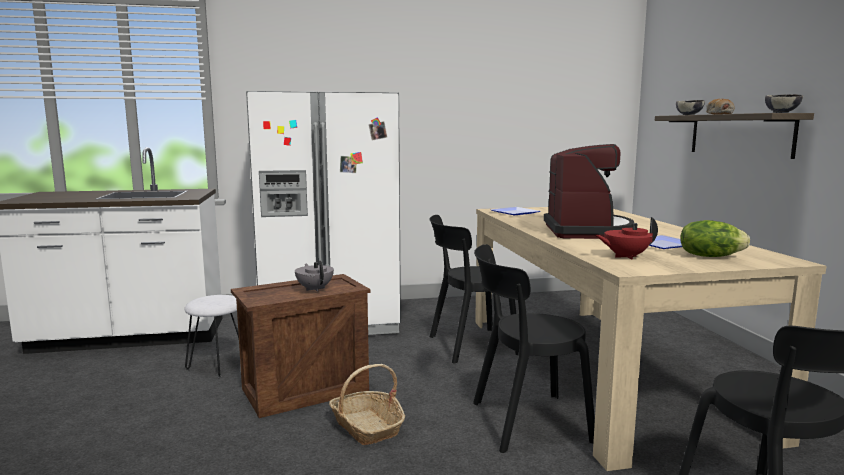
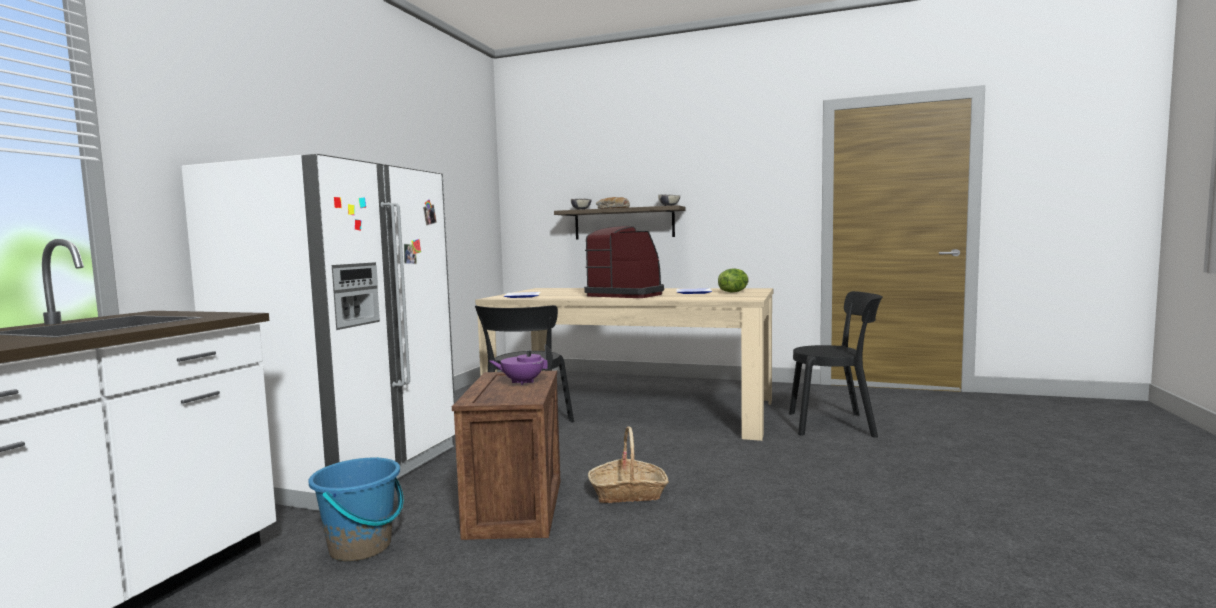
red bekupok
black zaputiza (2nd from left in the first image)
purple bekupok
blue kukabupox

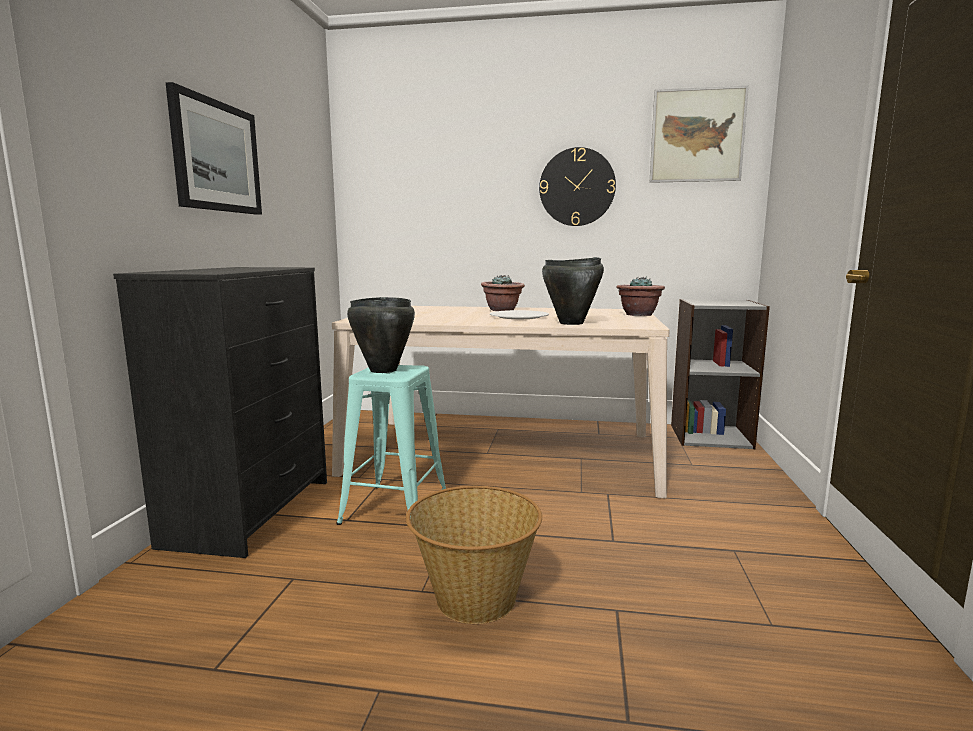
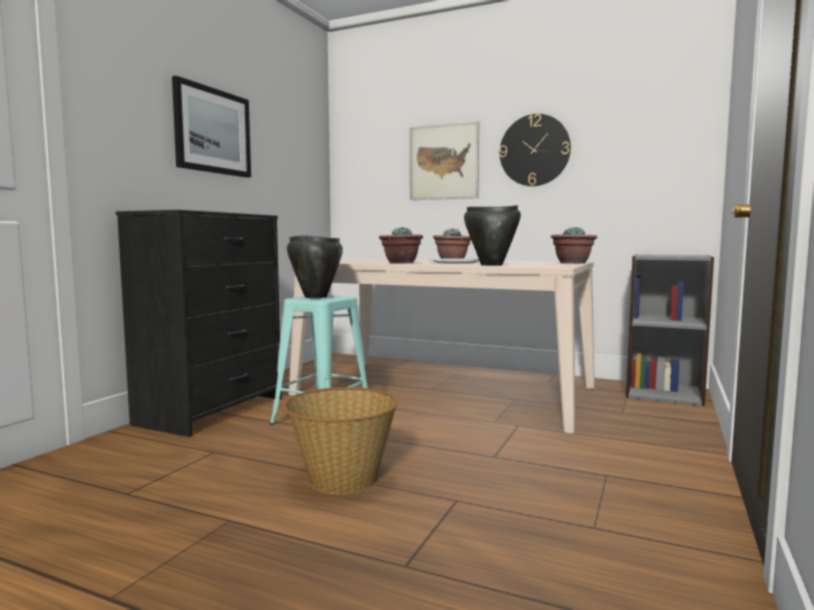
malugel (2nd from left)
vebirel (1st from left)

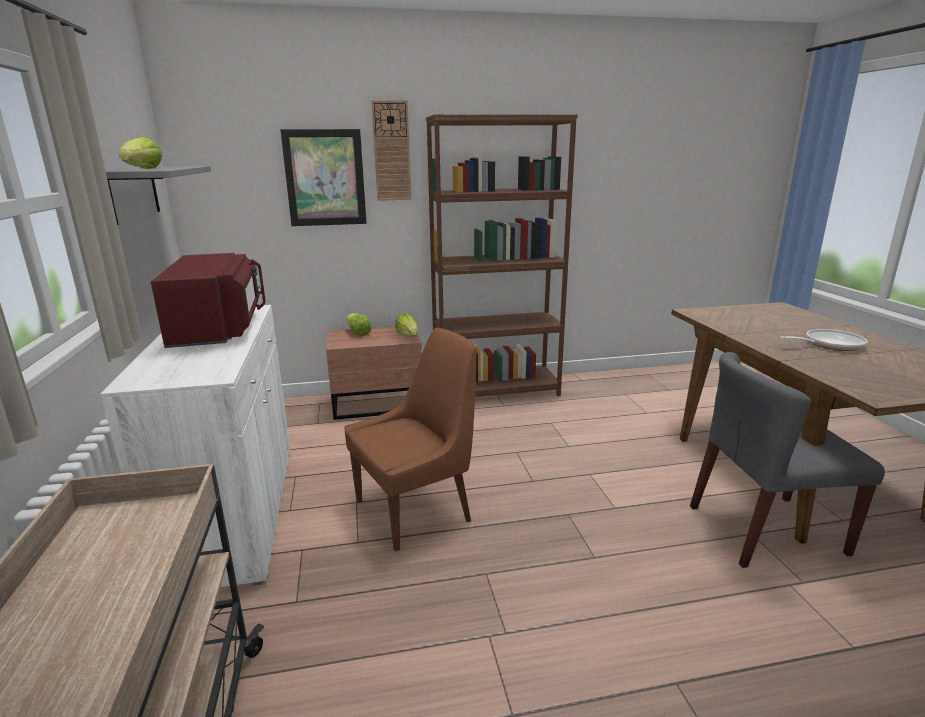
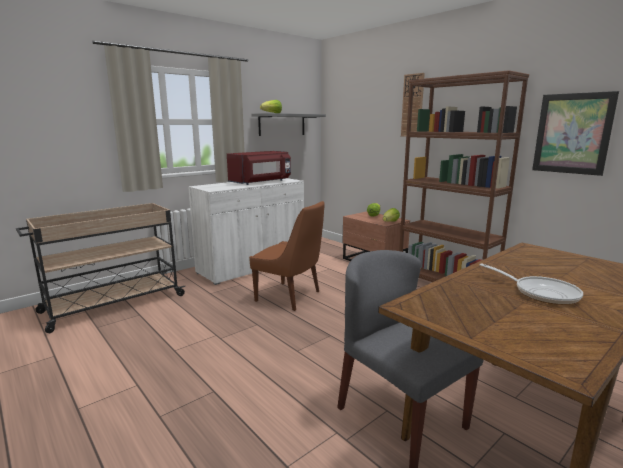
malugel

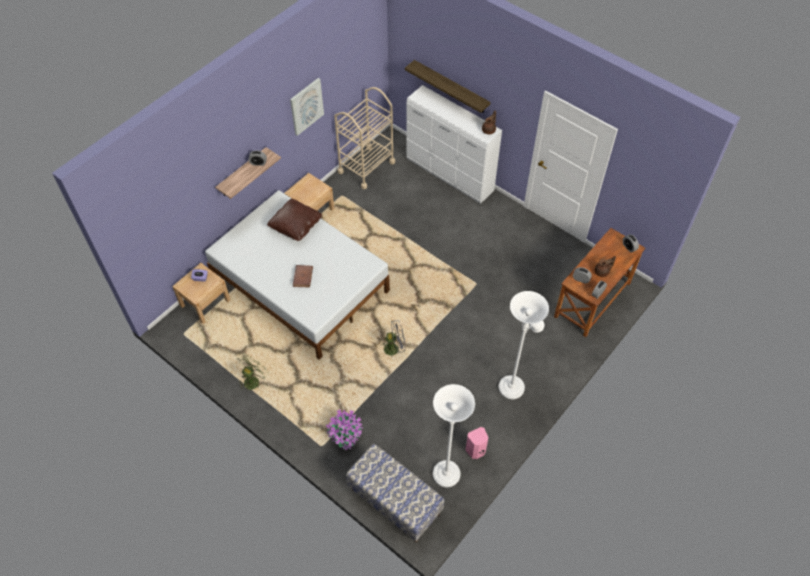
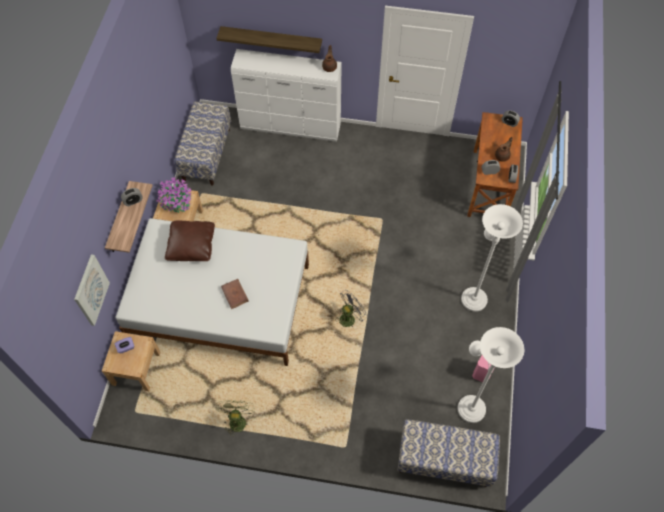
malugel
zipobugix (1st from left)
vebirel

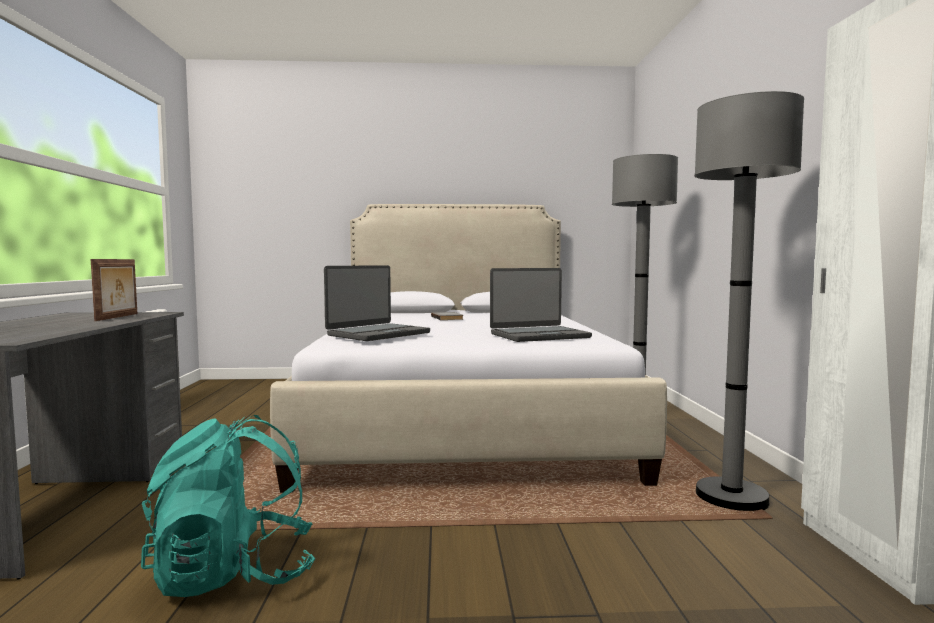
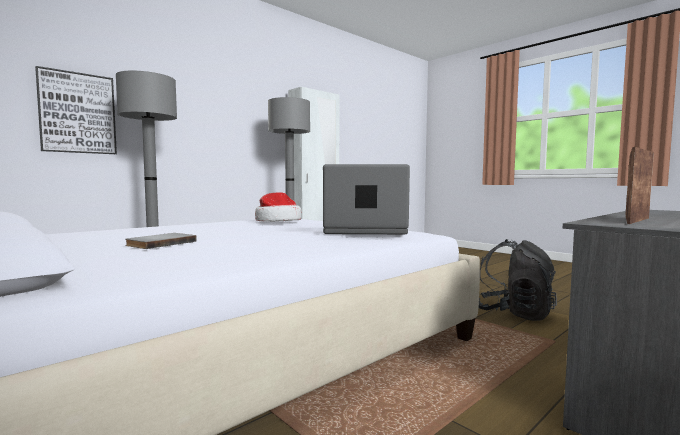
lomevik
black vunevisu
malugel

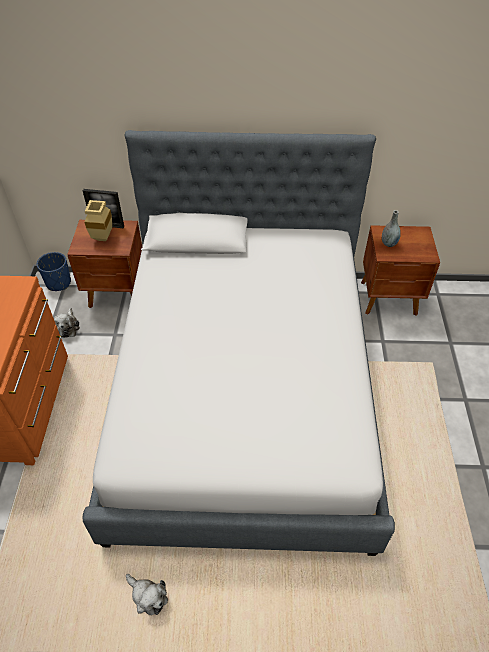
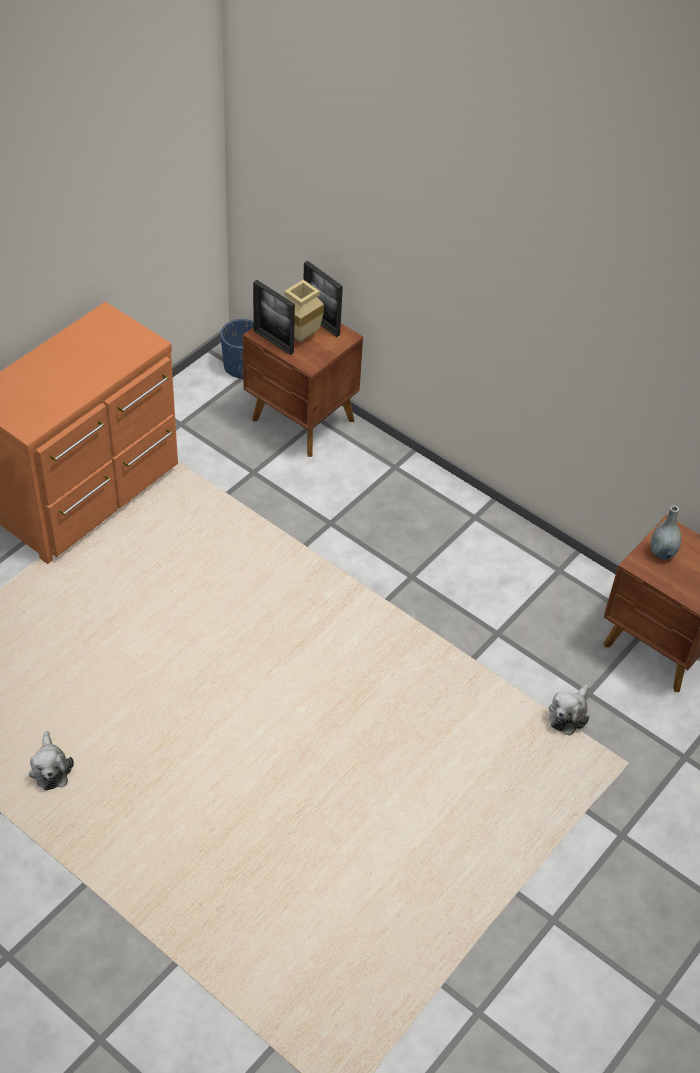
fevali
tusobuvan (2nd from left)
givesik (1st from left)

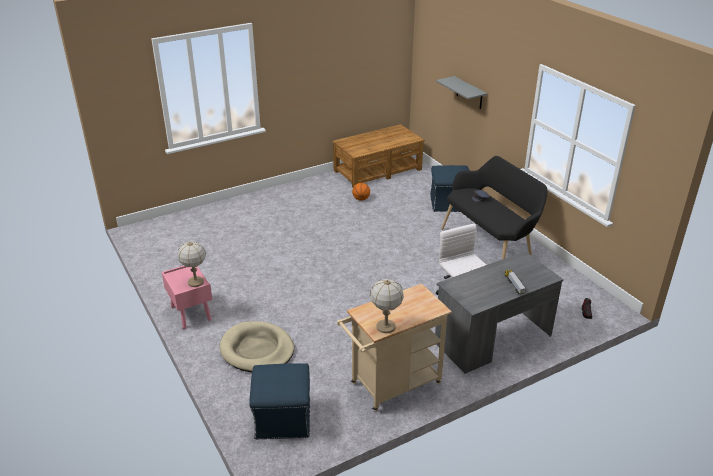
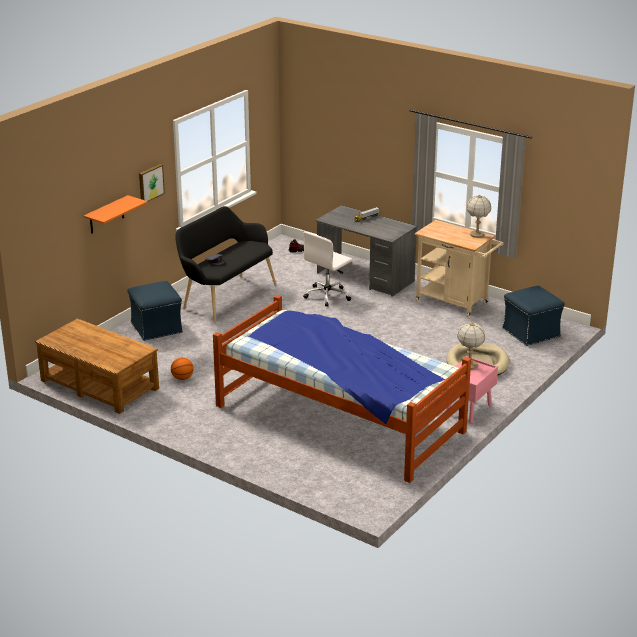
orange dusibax
malugel
fevali

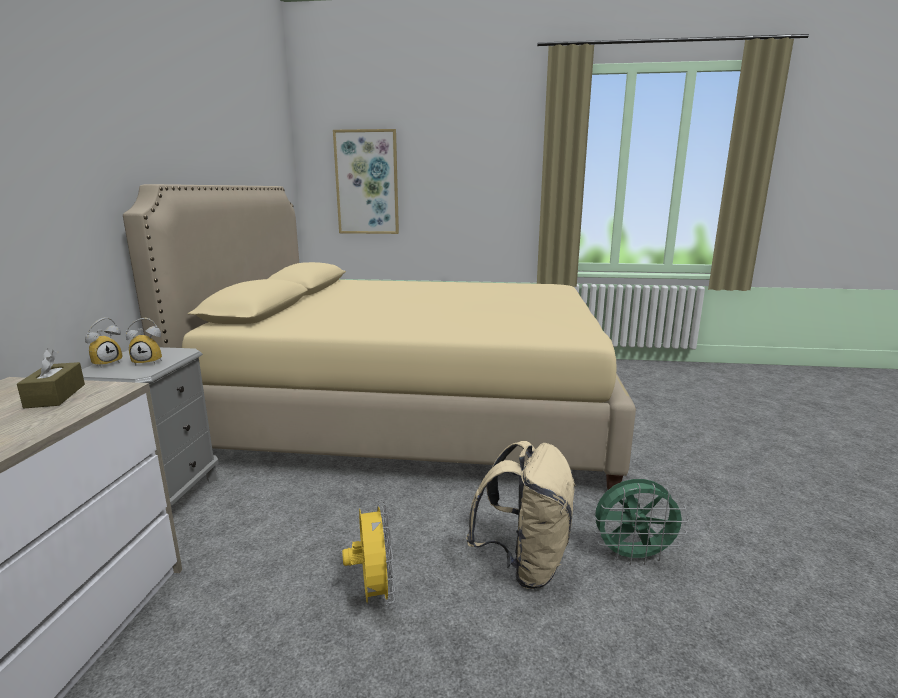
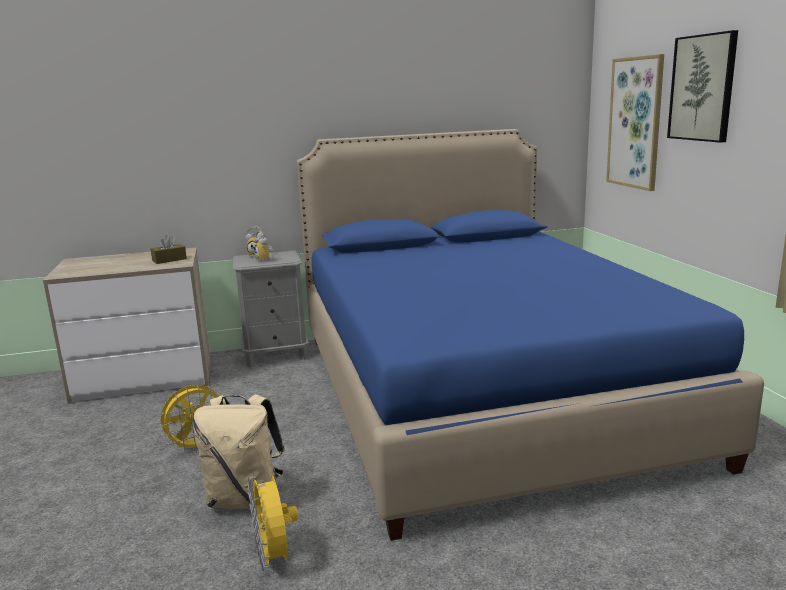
blue fevali
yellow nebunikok (2nd from left)
malugel (2nd from left)

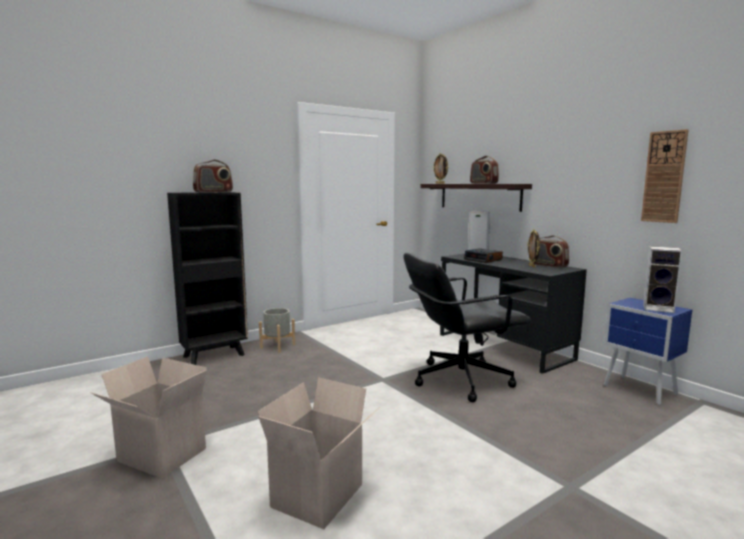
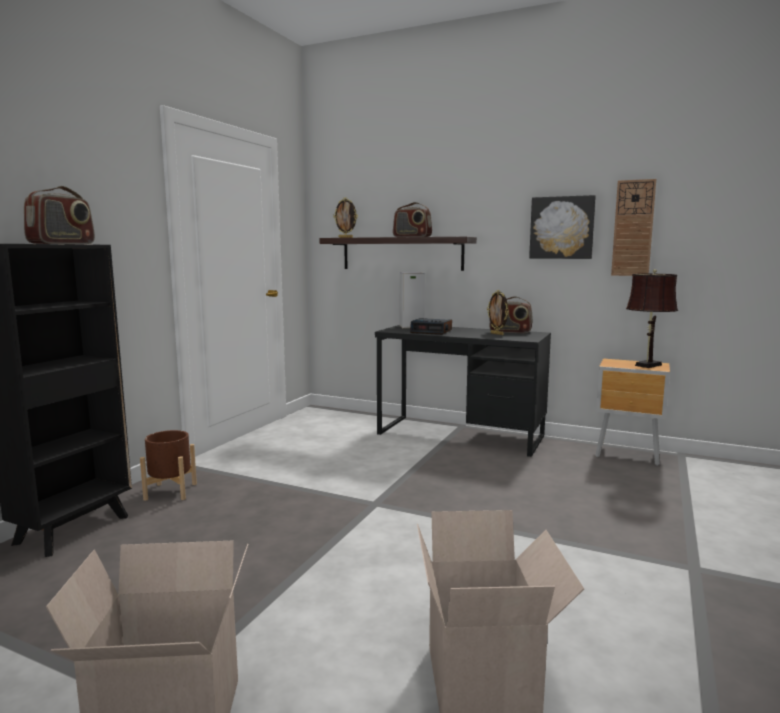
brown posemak
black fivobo
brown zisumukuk
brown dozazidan
malugel

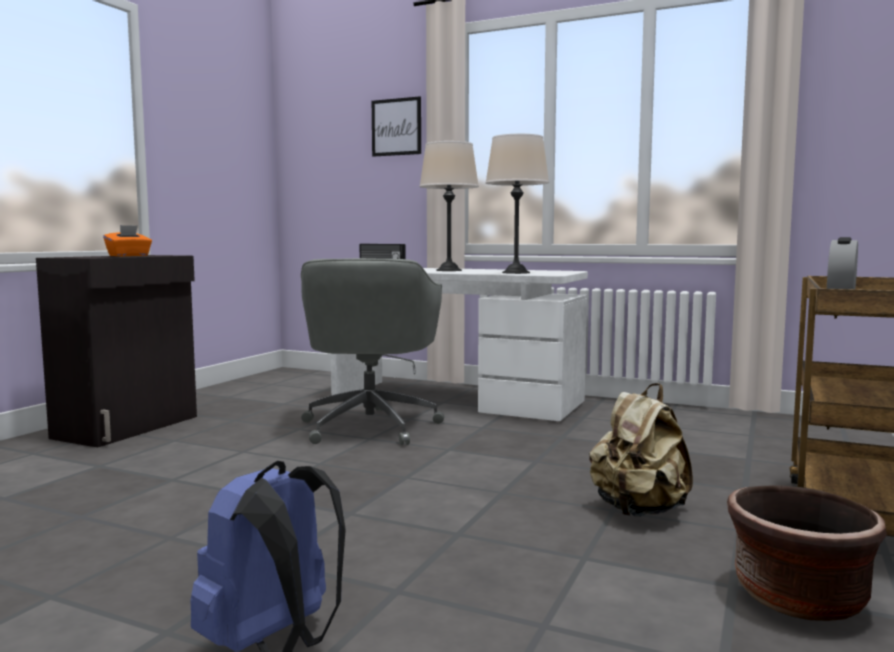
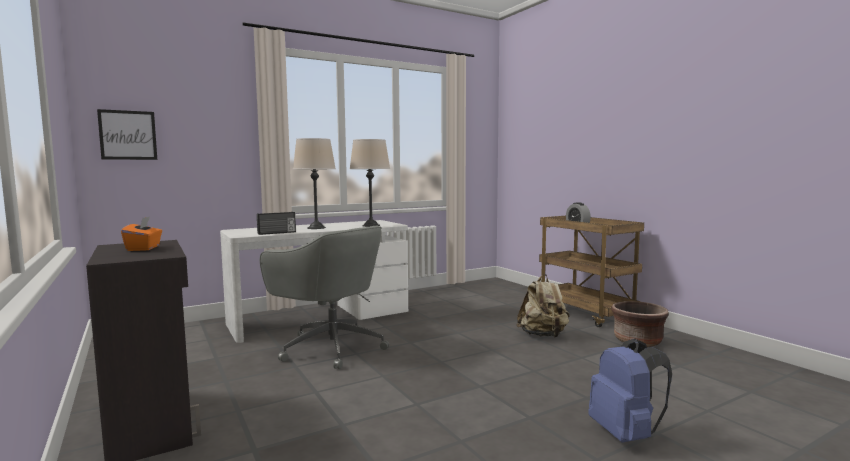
malugel

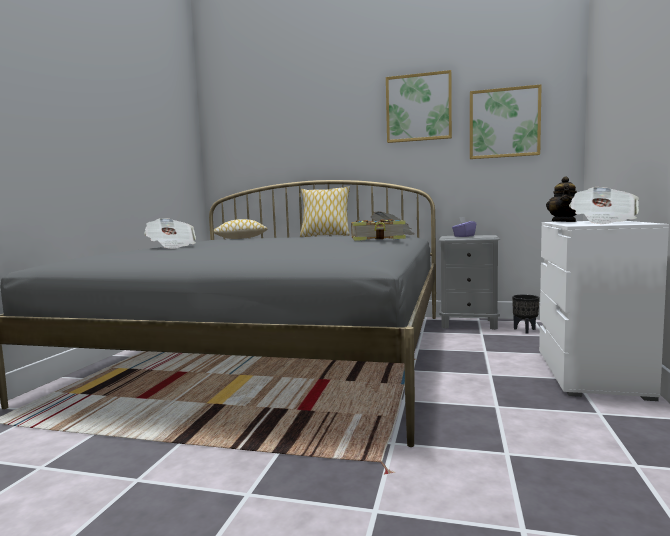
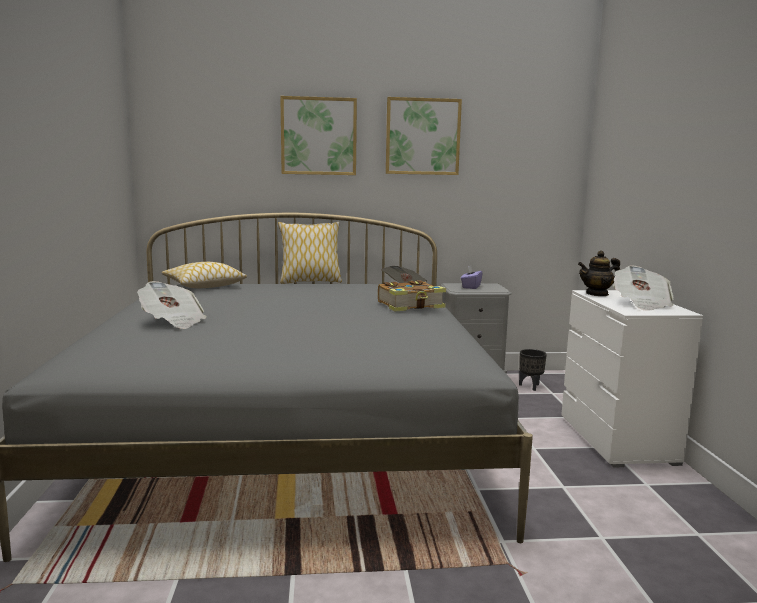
malugel (1st from left)
bekupok

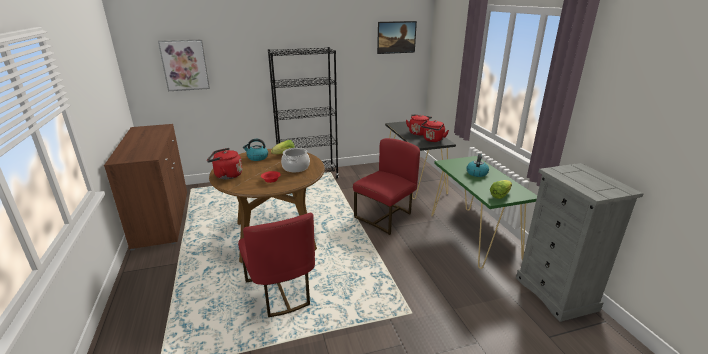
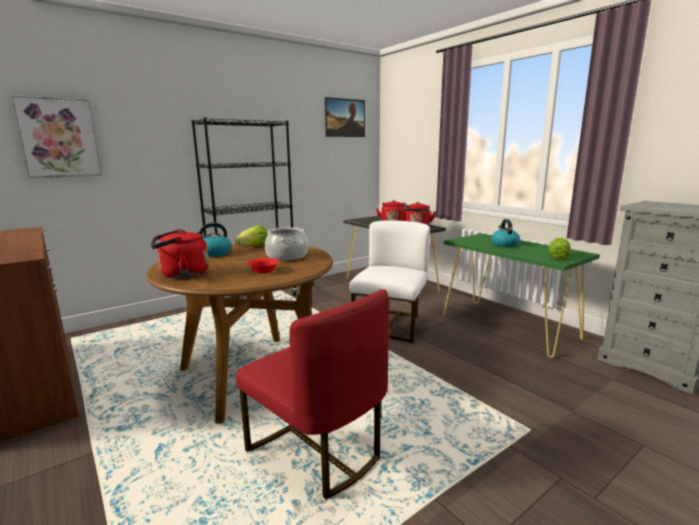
white zaputiza

